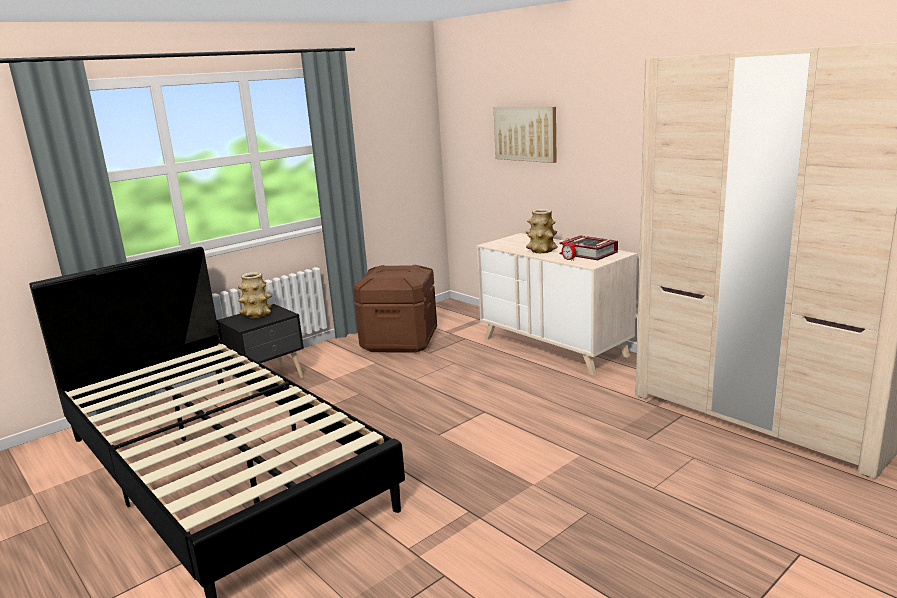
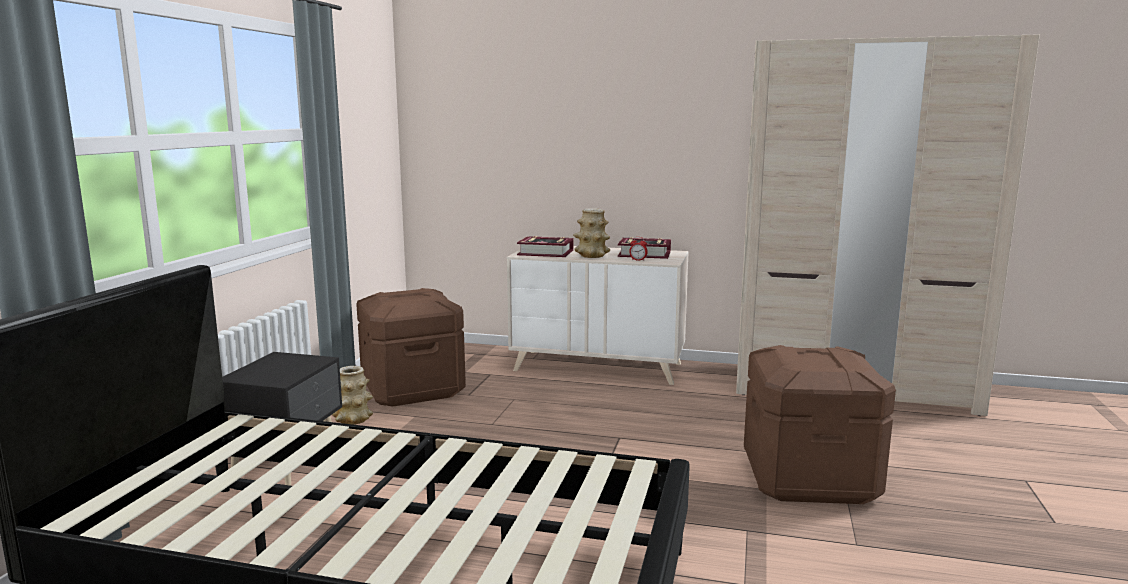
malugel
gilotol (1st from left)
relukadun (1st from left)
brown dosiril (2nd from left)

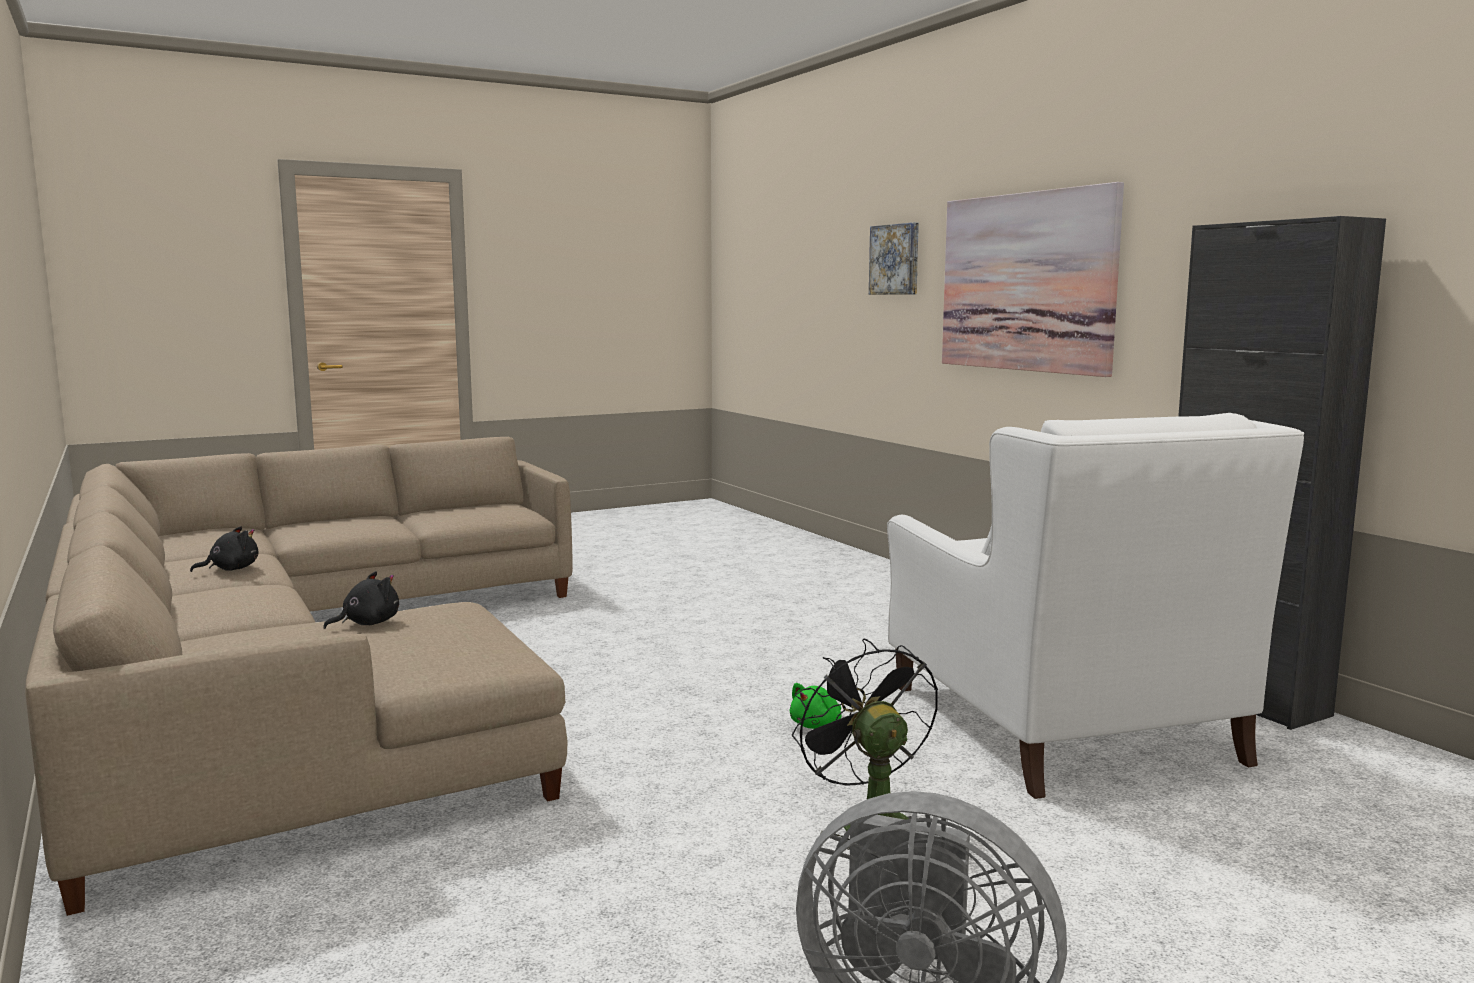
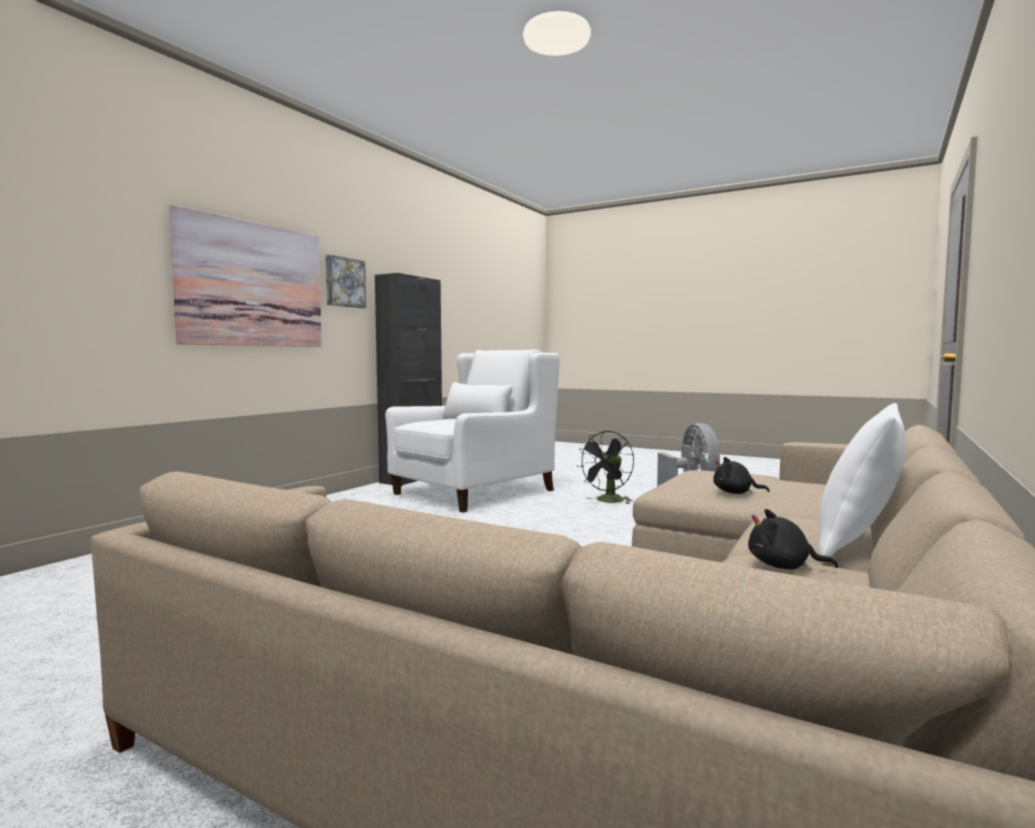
malugel (2nd from left)
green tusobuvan
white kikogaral

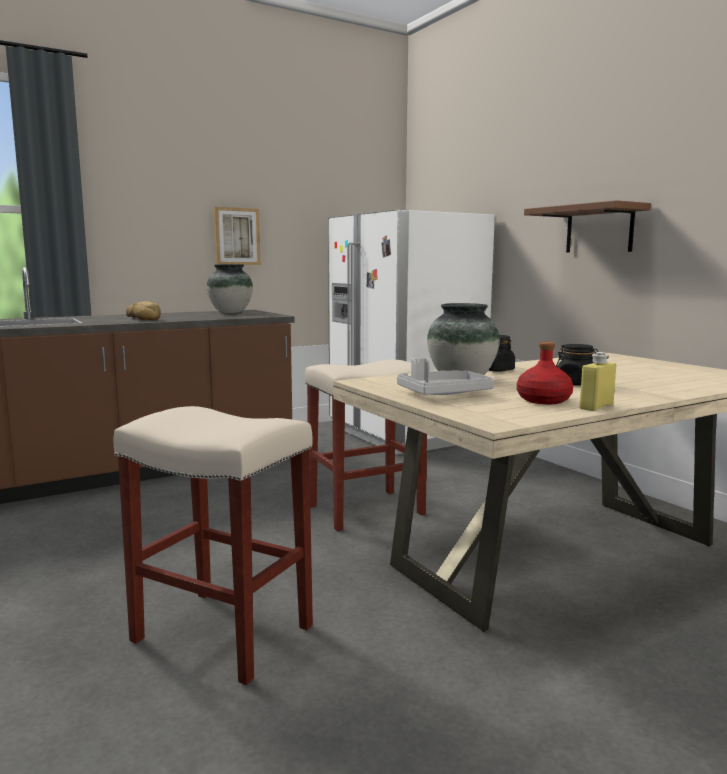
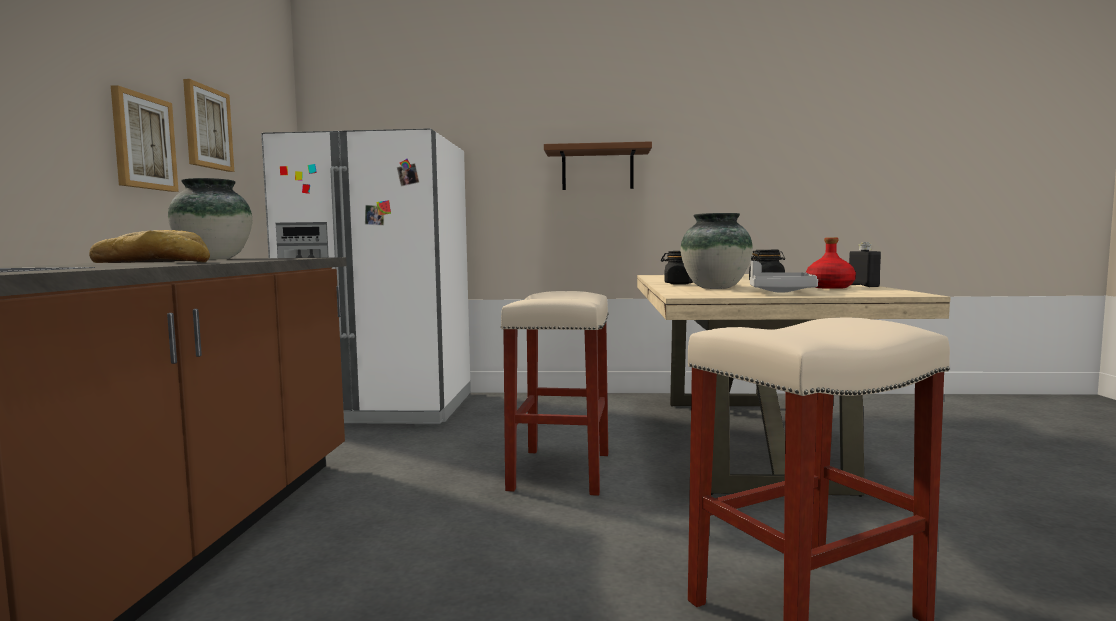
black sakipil
malugel (2nd from left)

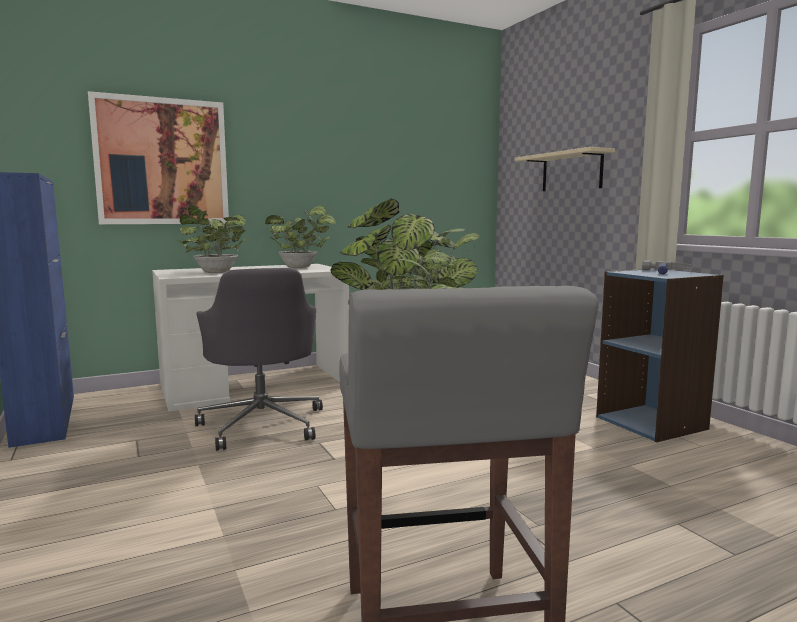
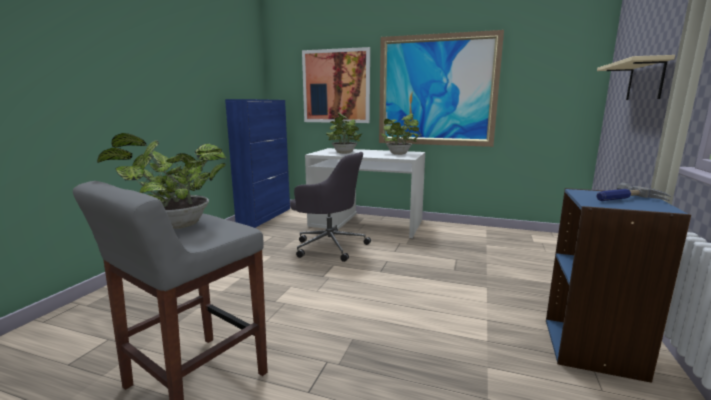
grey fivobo
malugel (2nd from left)

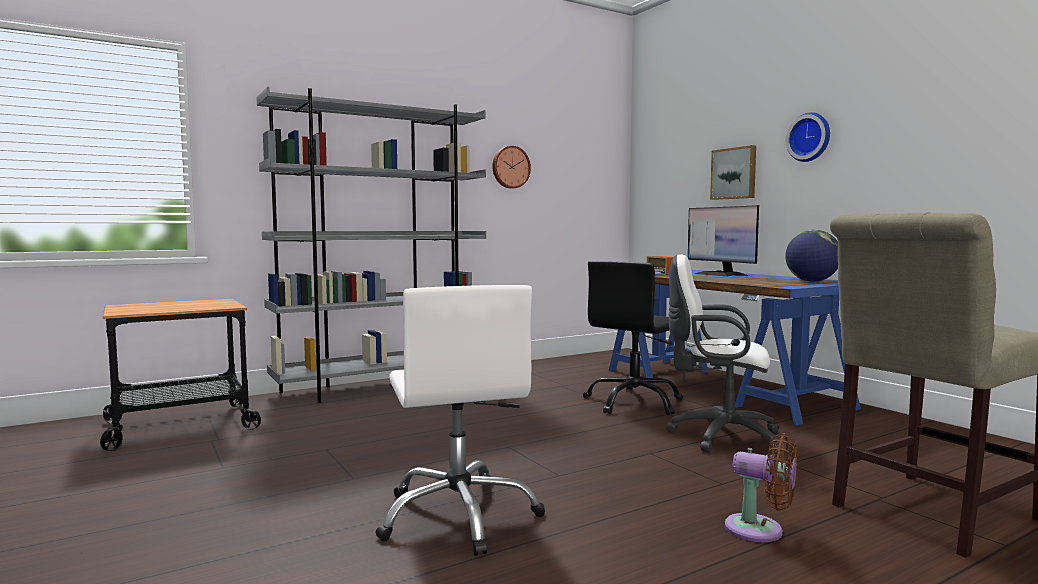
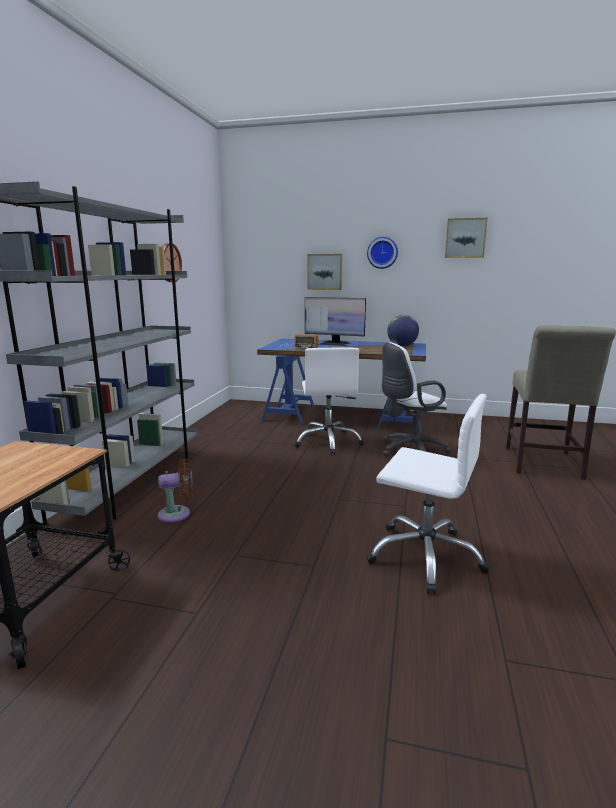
white fivobo (1st from left)
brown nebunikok
malugel (2nd from left)

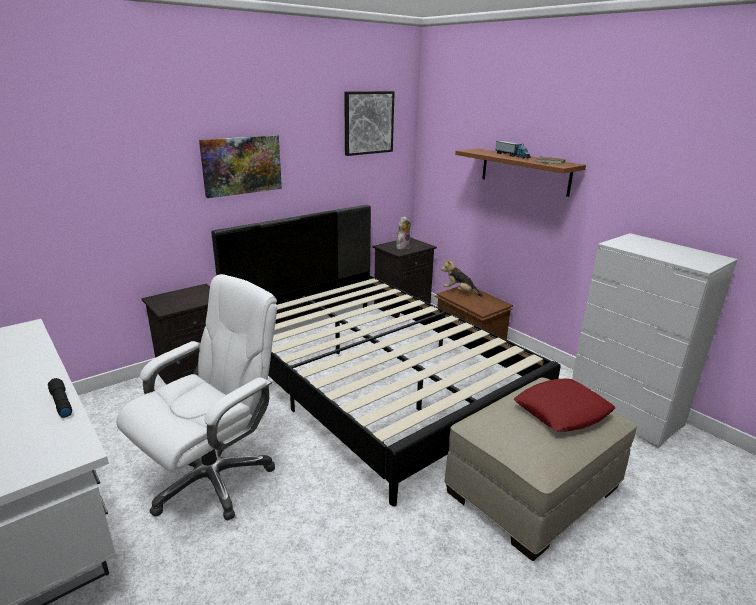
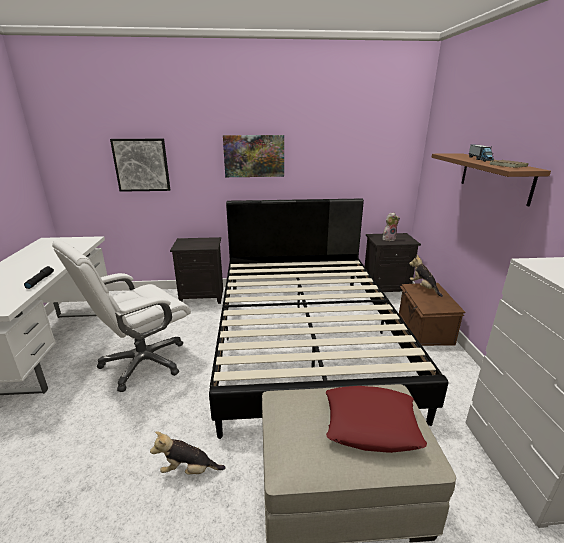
malugel (1st from left)
white fivobo
tusobuvan (1st from left)

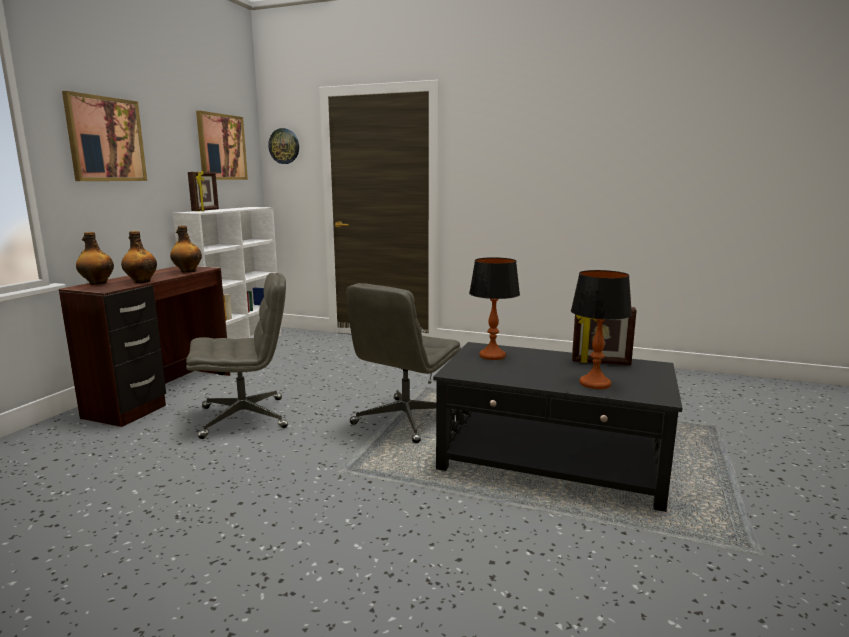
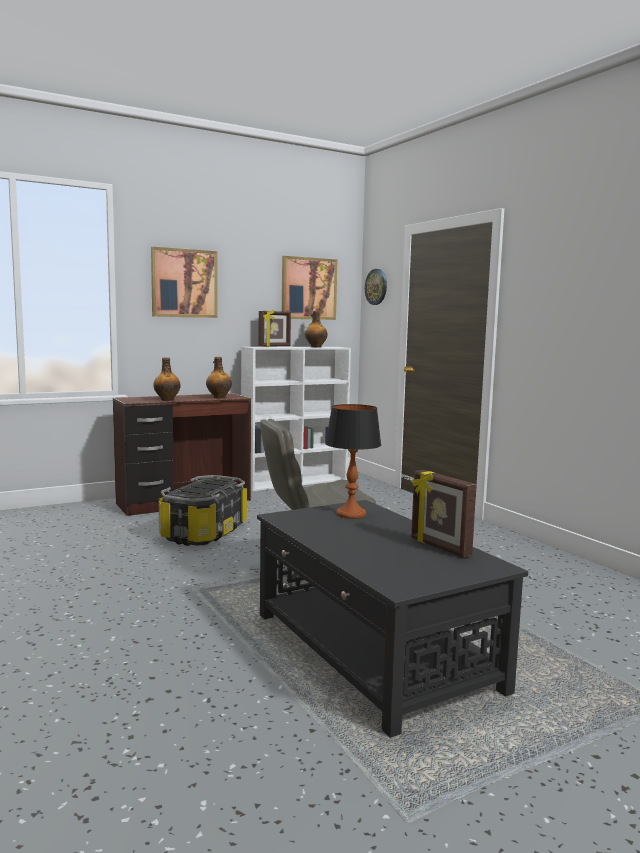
sakipil (3rd from left)
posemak (2nd from left in the first image)
dosiril

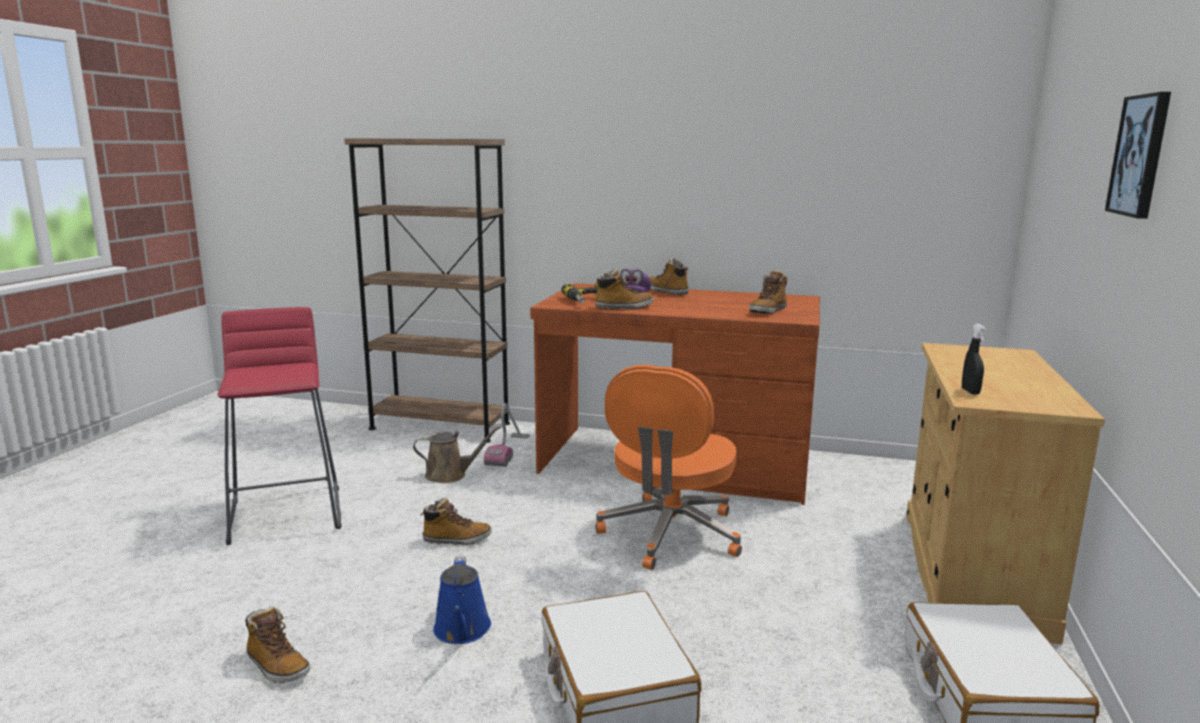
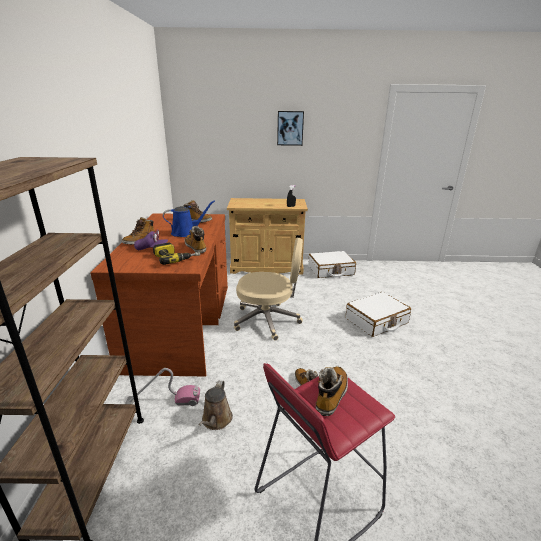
beige fivobo
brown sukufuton
blue sukufuton
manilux (5th from left)

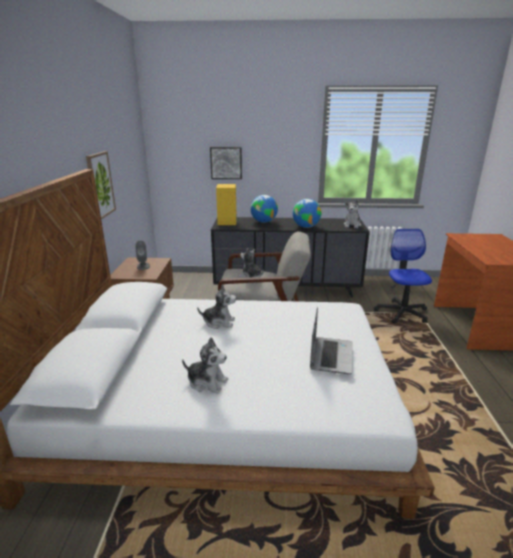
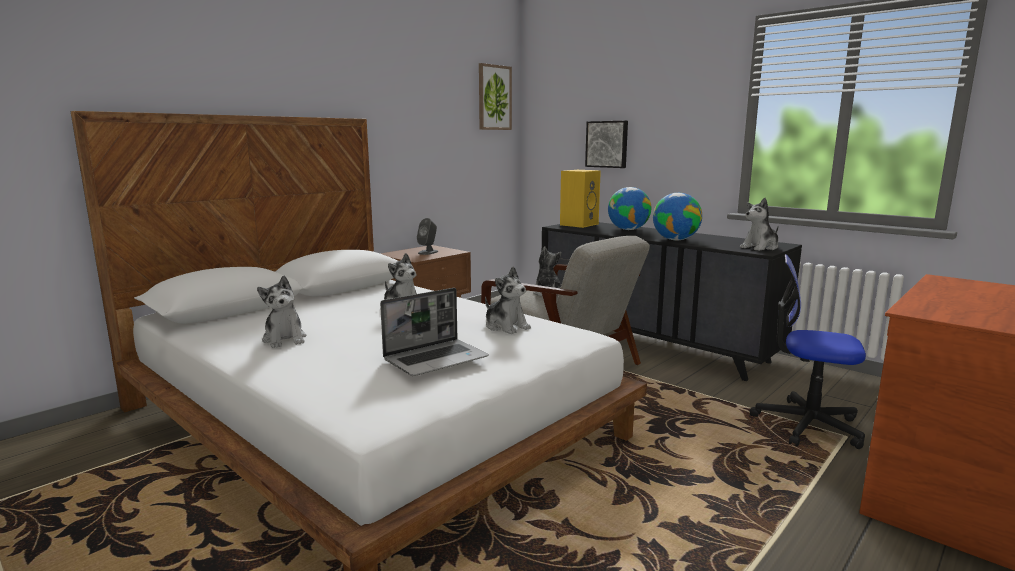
malugel (1st from left)
fivobo
tusobuvan (3rd from left)

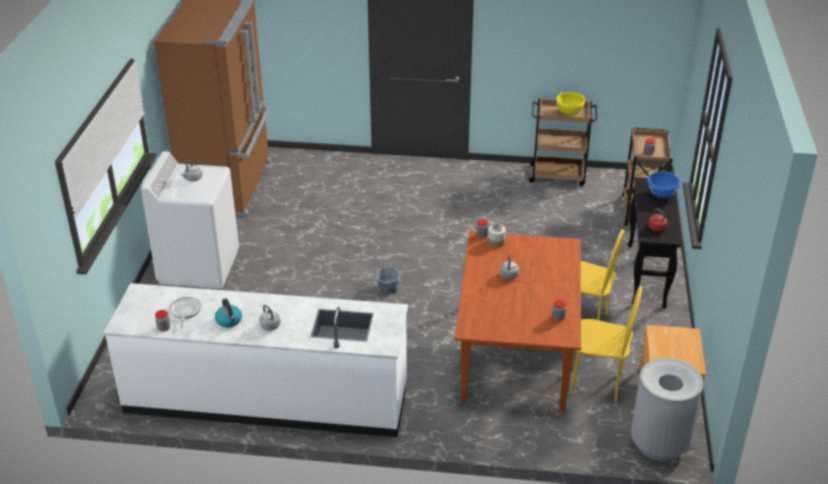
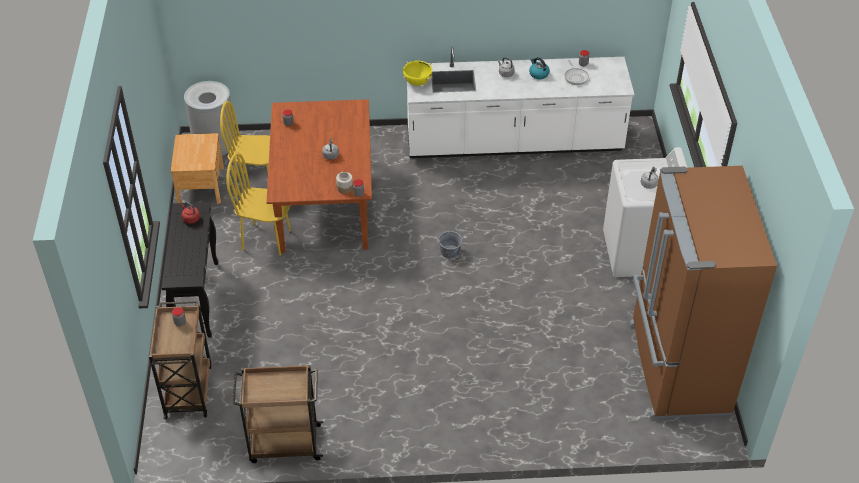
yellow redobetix
blue redobetix

